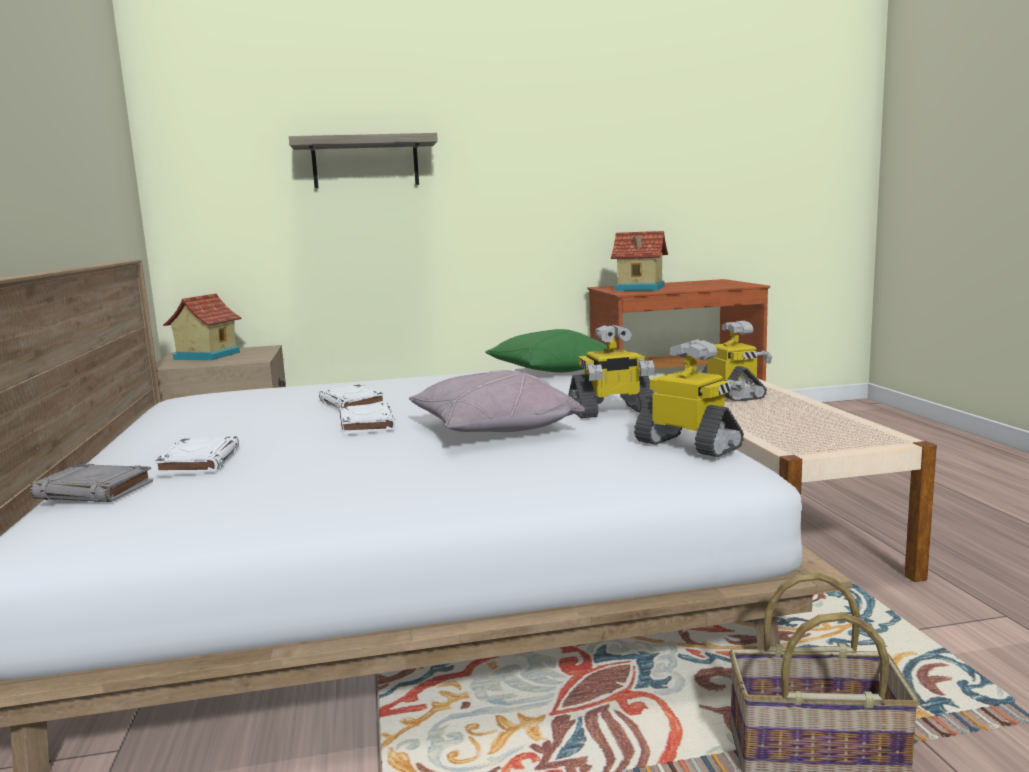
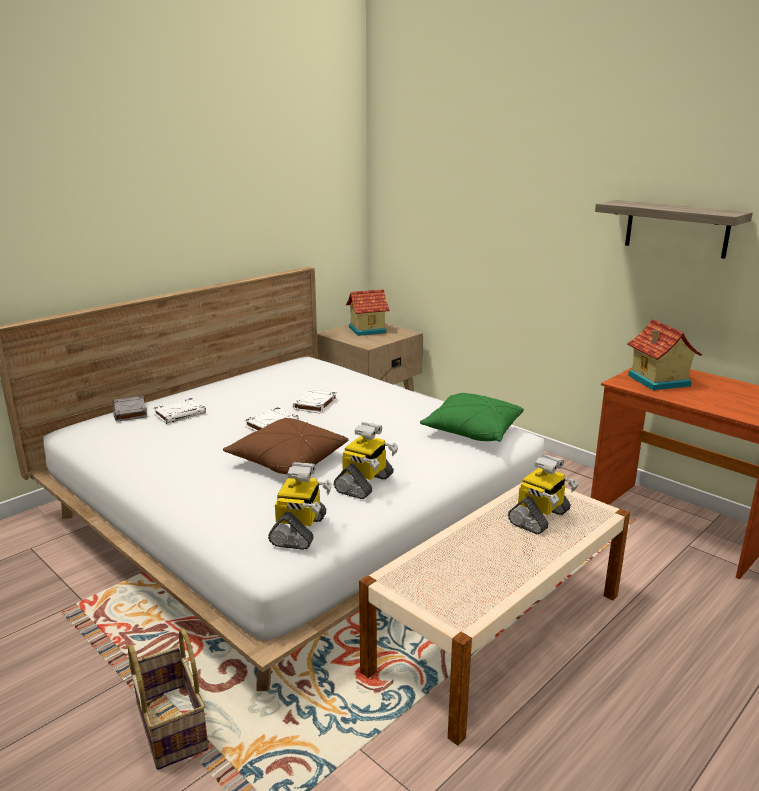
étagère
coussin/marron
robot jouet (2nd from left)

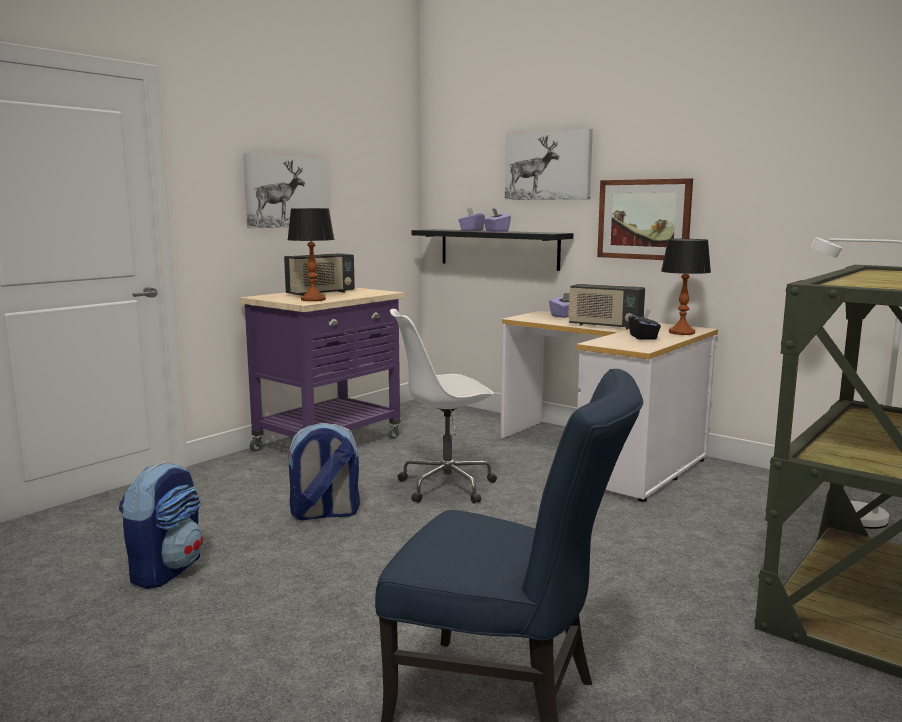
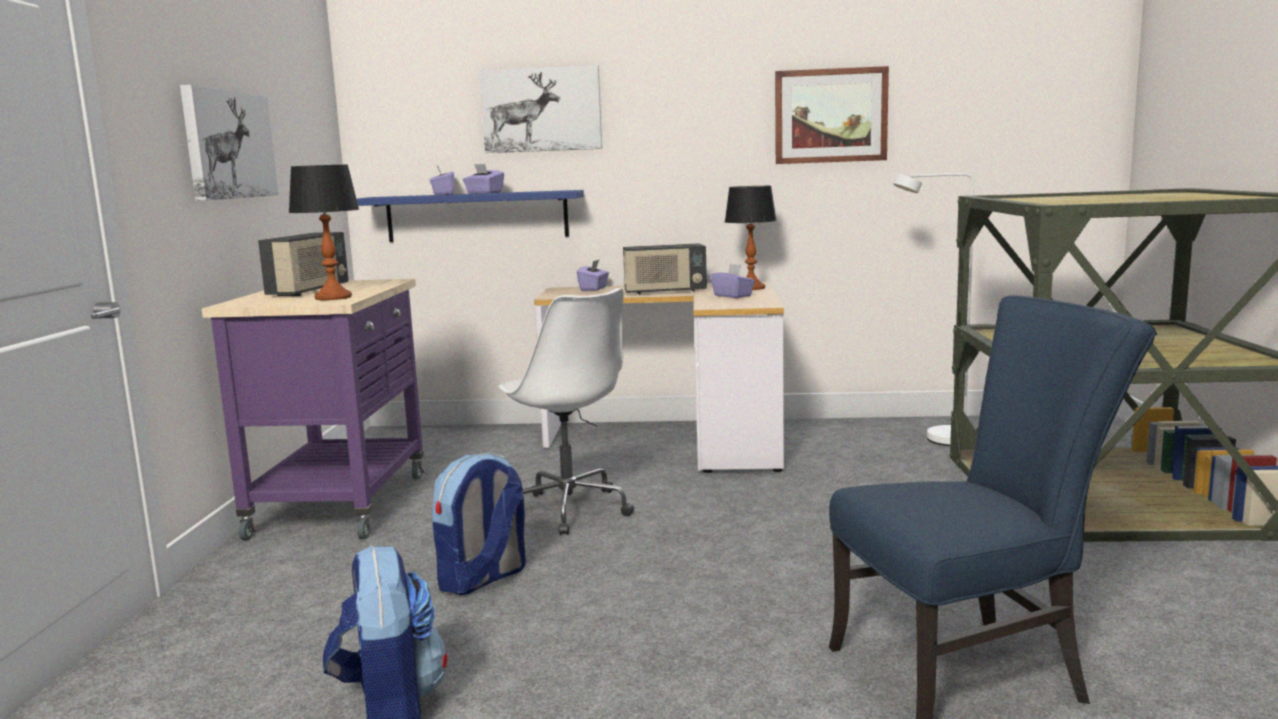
chaise de bureau/blanc
étagère/bleu
tableau (3rd from left)
boîte à mouchoirs/violet (4th from left)

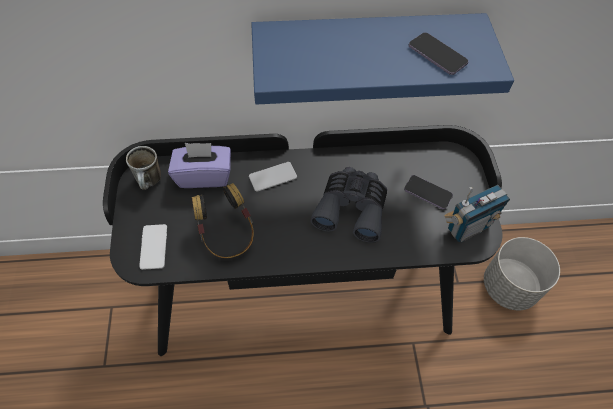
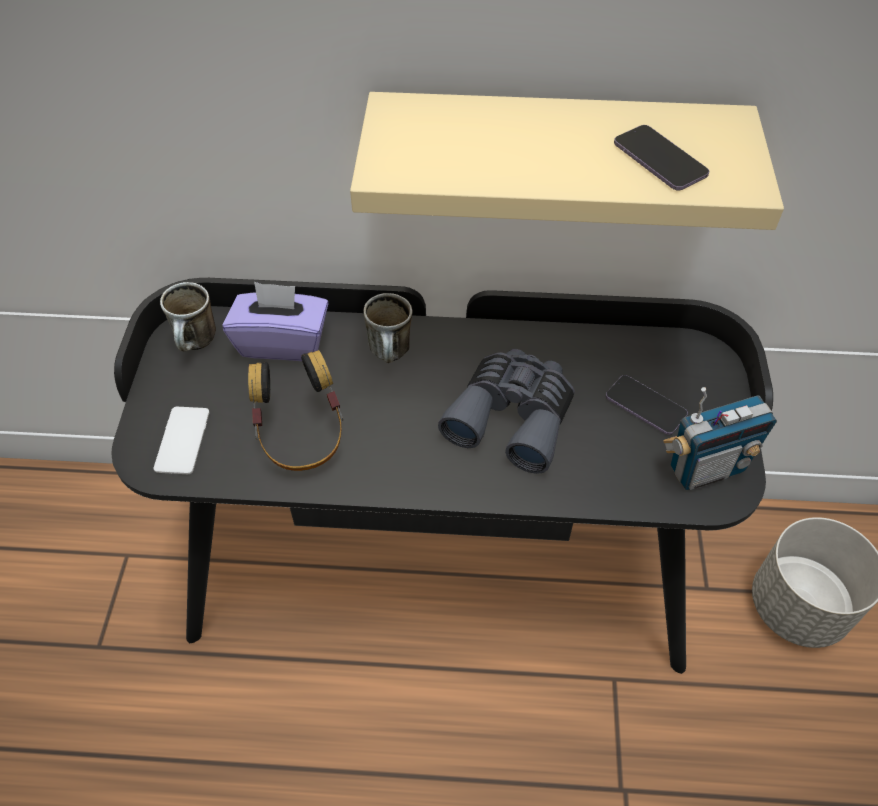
mug (2nd from left)
étagère/beige

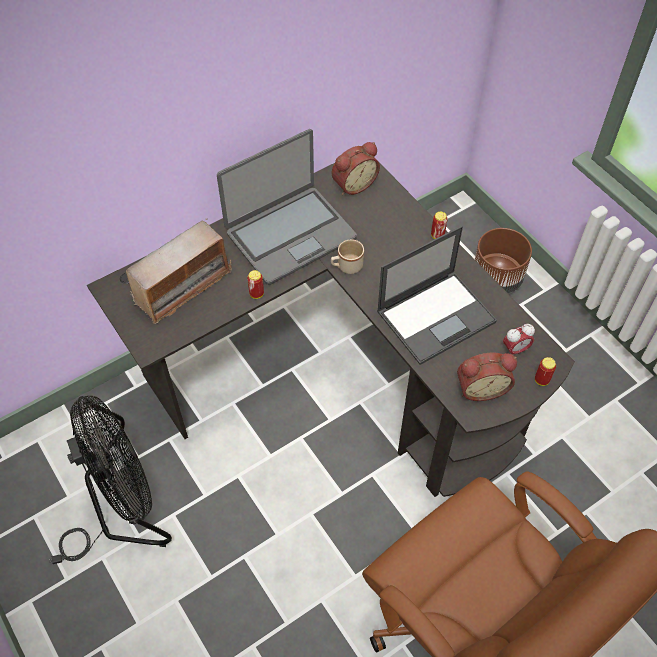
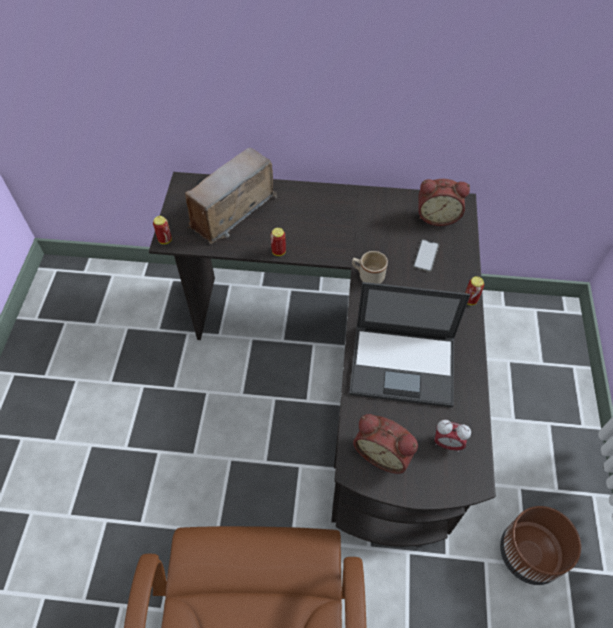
ventilateur/noir
radio
ordinateur portable (1st from left in the first image)
cache-pot/marron
boîte métallique (1st from left)
téléphone

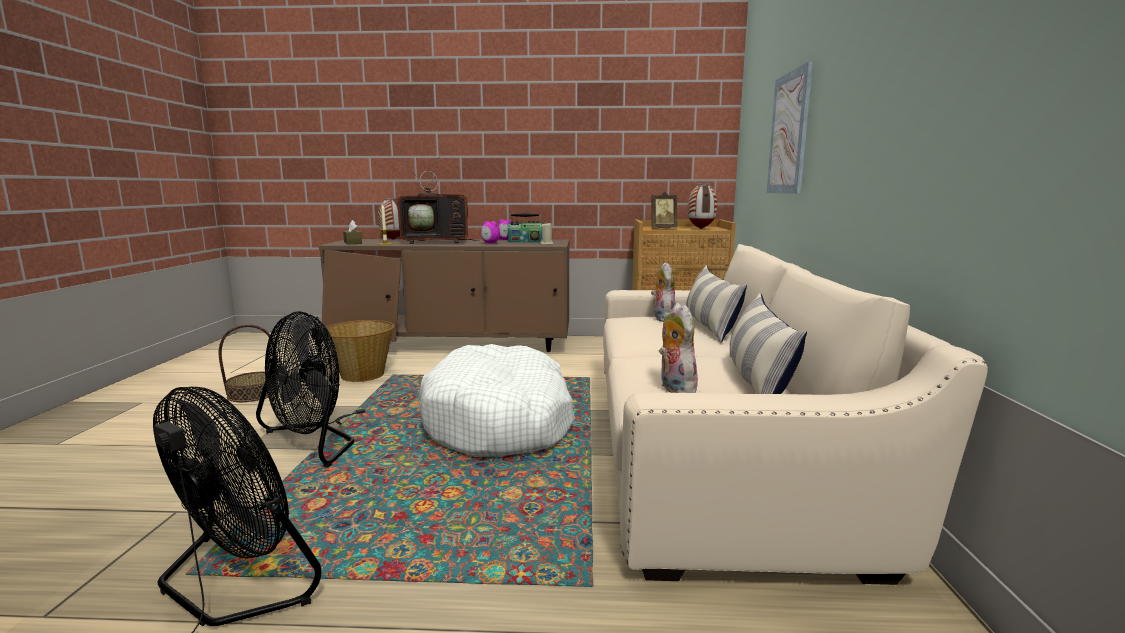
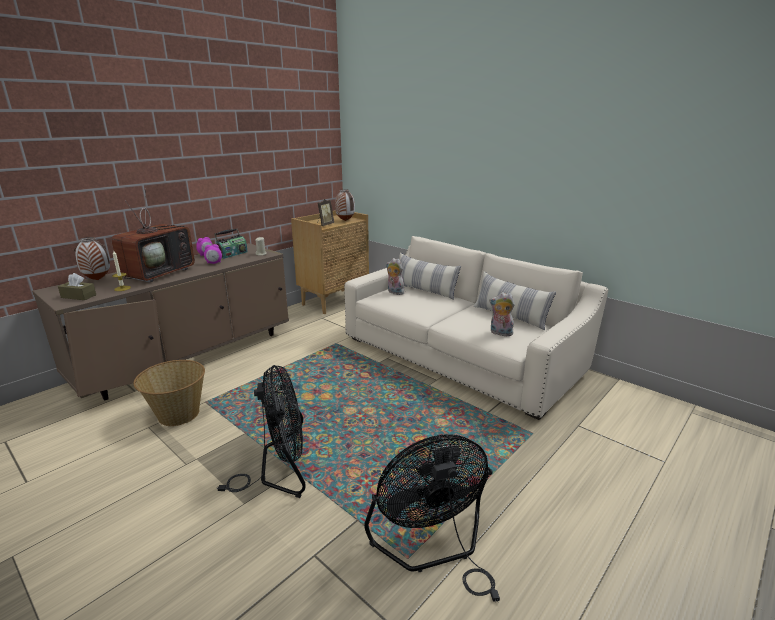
panier (1st from left in the first image)
ventilateur/noir (1st from left)
panier pour chien/blanc
tableau

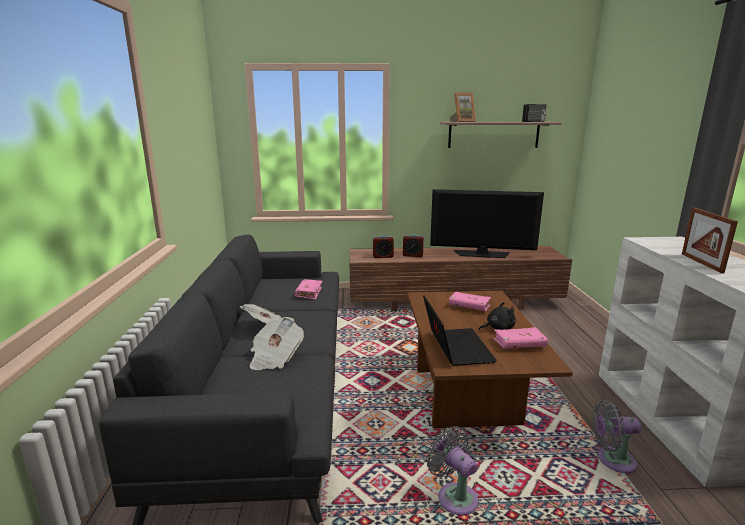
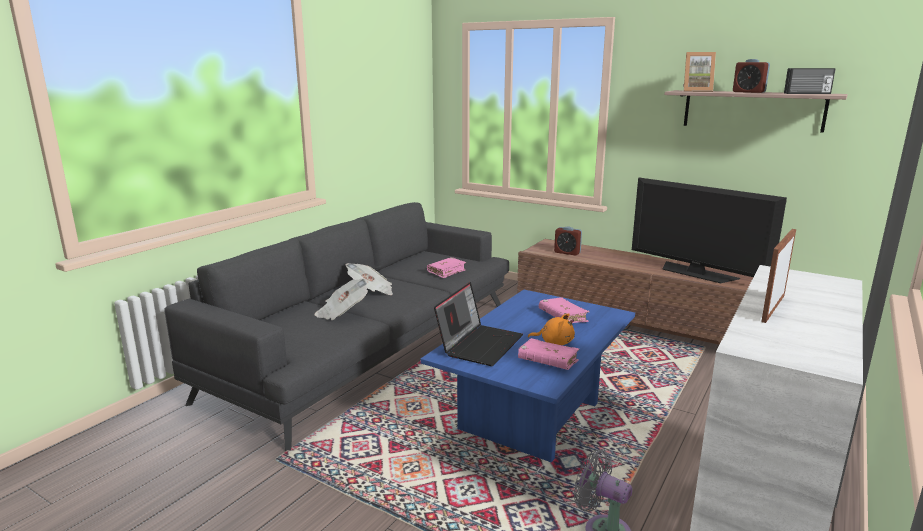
réveil (2nd from left)
table basse/bleu
ventilateur/gris (1st from left in the first image)
peluche/orange

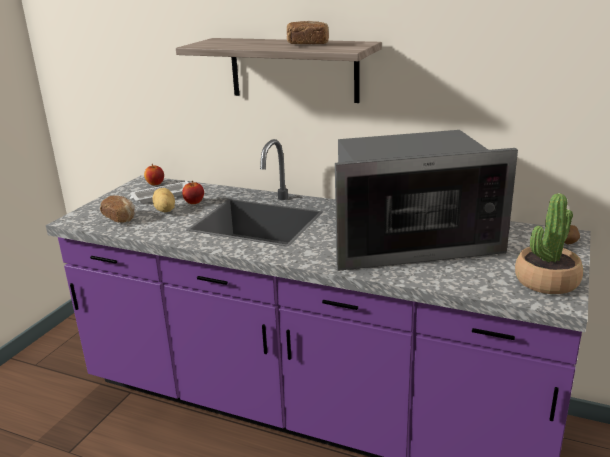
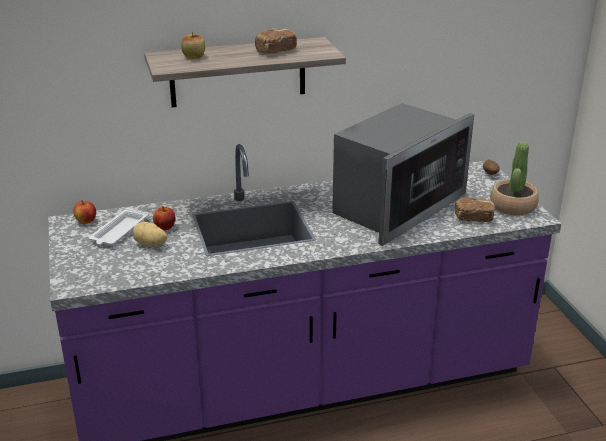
pain (2nd from left)
pomme (3rd from left)

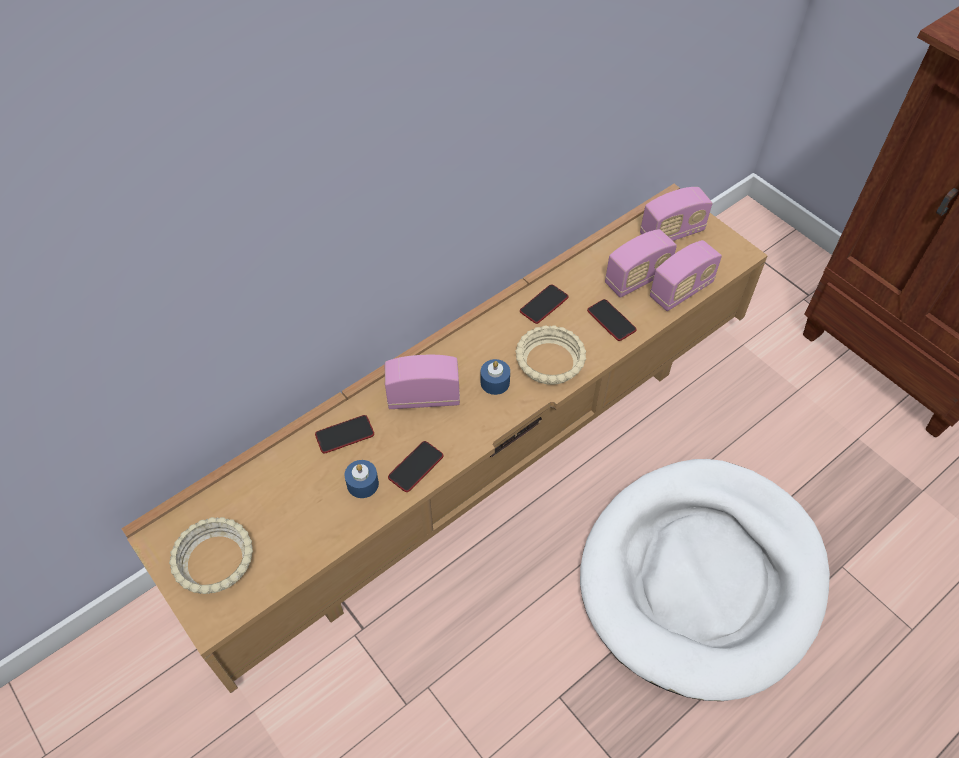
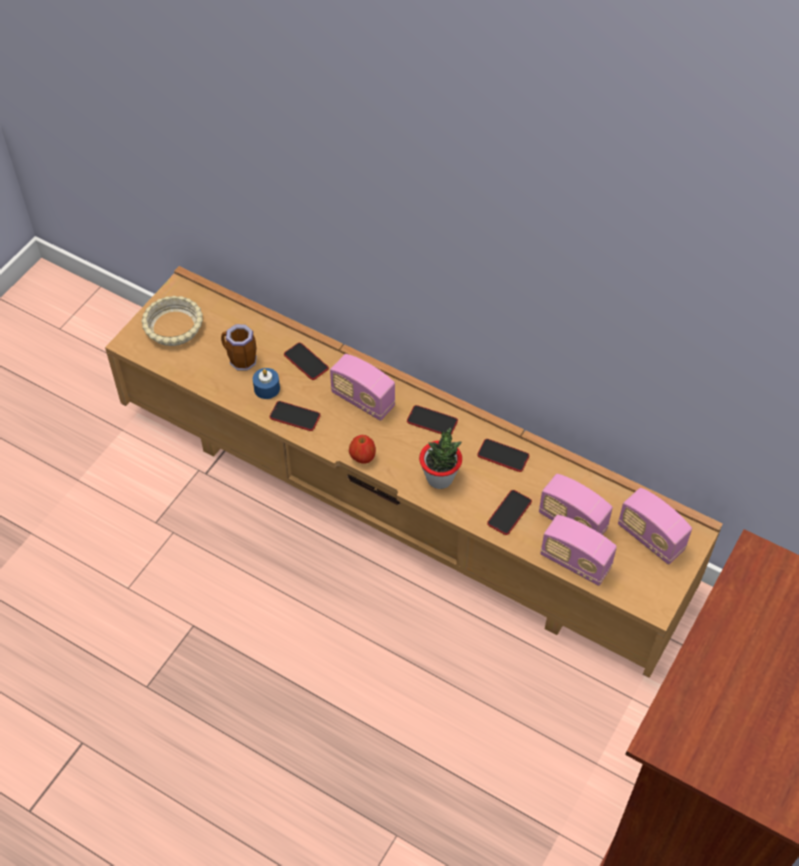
radio (1st from left)
bougie/bleu (2nd from left in the first image)
plante en pot
panier pour chien/blanc
mug
pomme
téléphone (3rd from left)

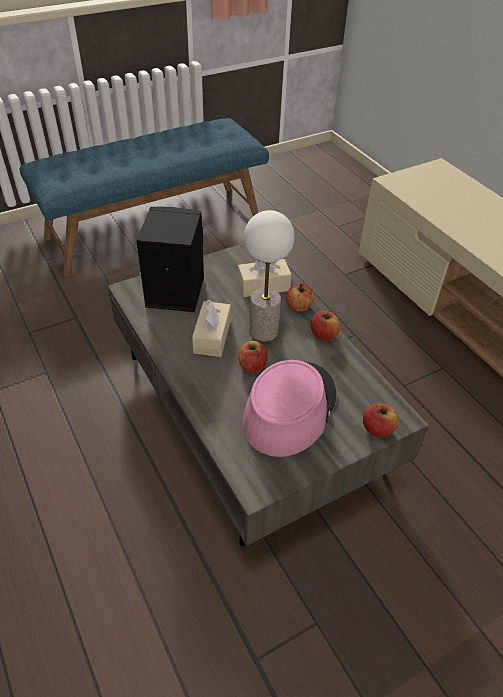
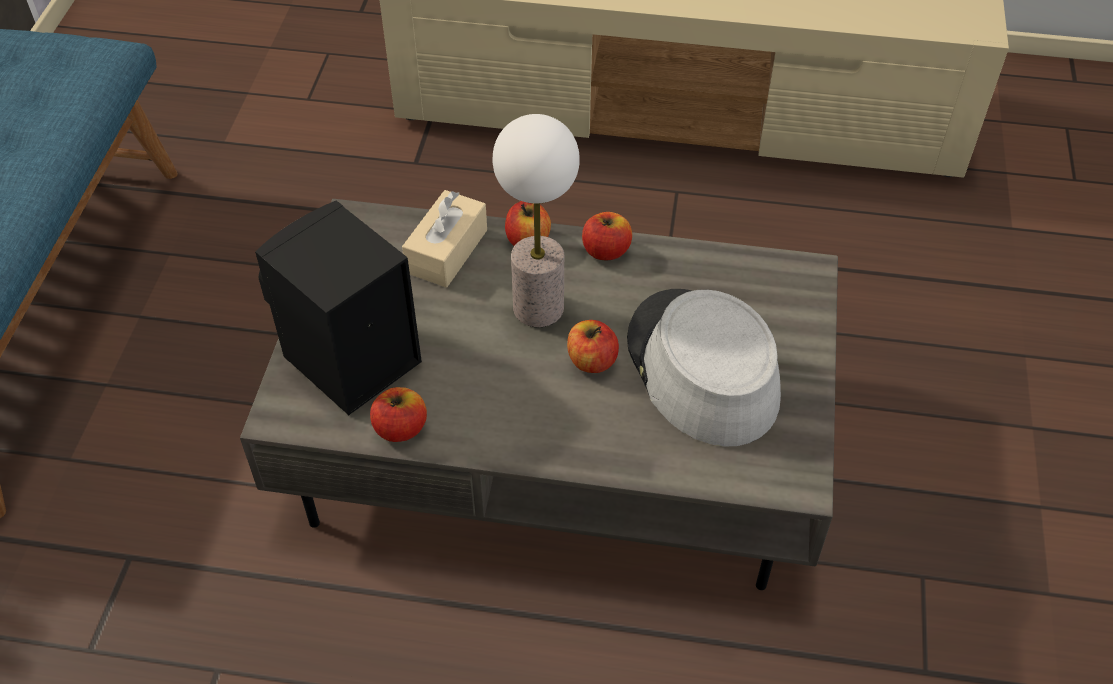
boîte à mouchoirs/beige (1st from left in the first image)
chapeau/gris
pomme (1st from left)

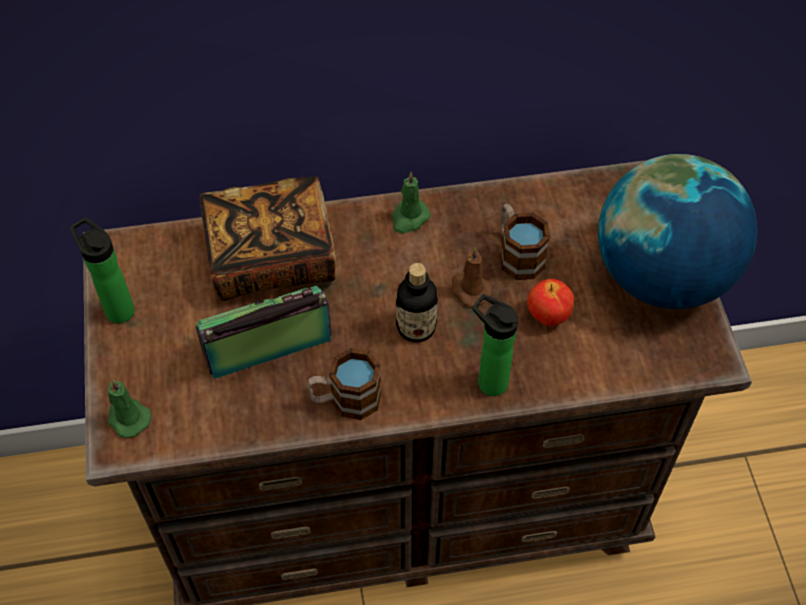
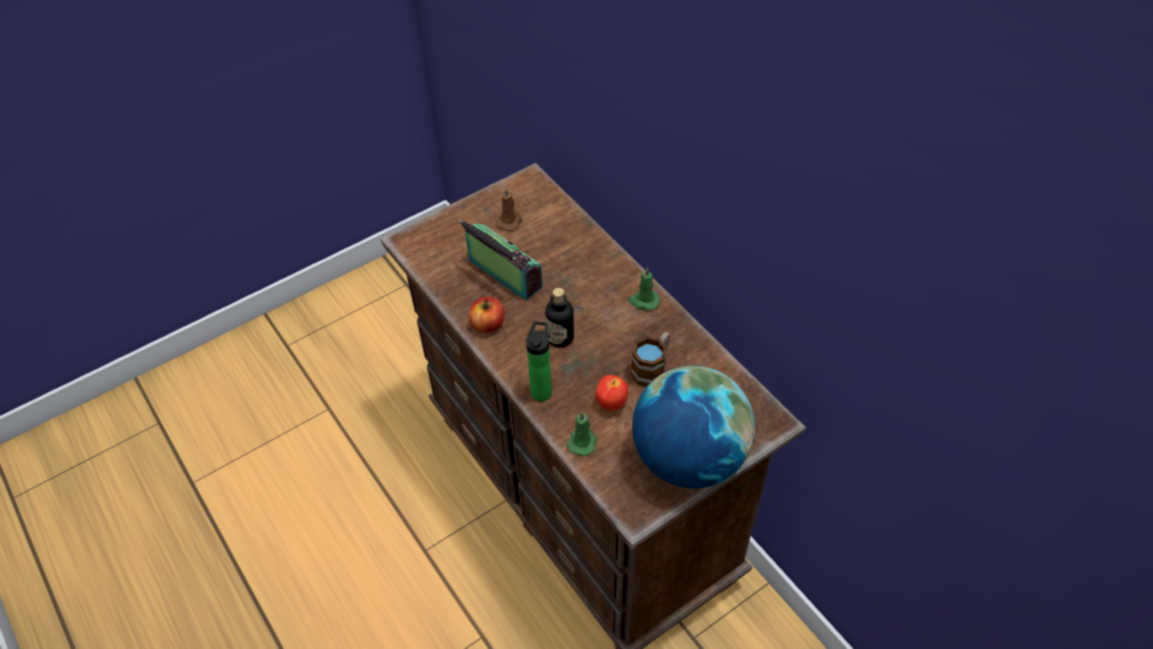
bouteille (1st from left in the first image)
bougie/vert (1st from left)
livre
pomme (1st from left)
bougie/marron

